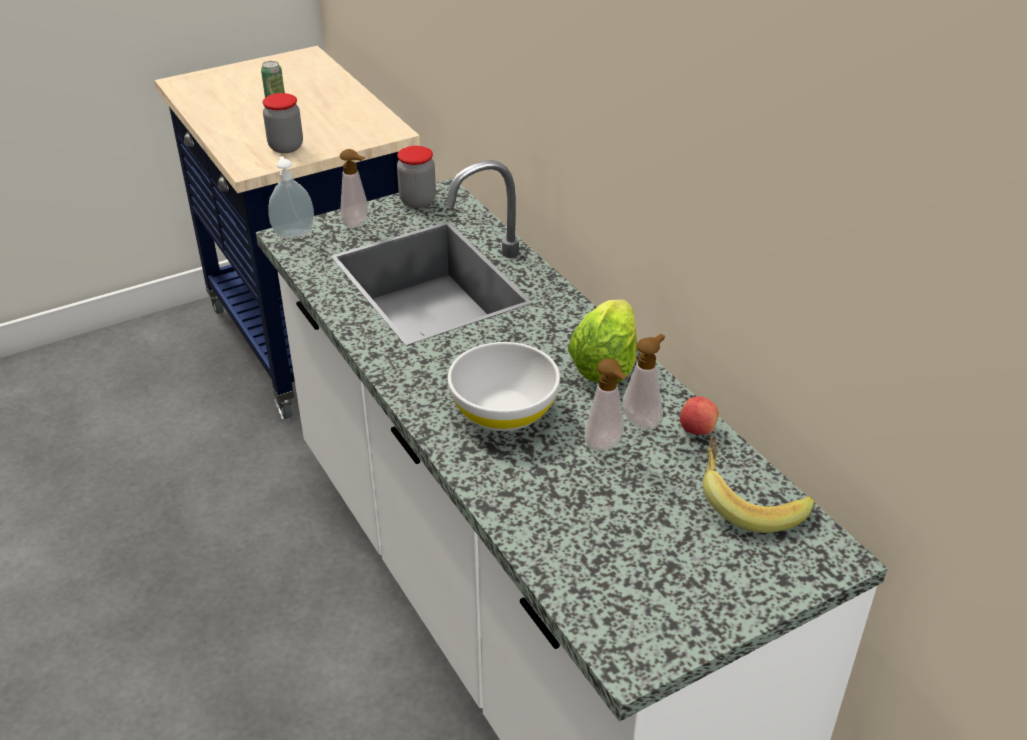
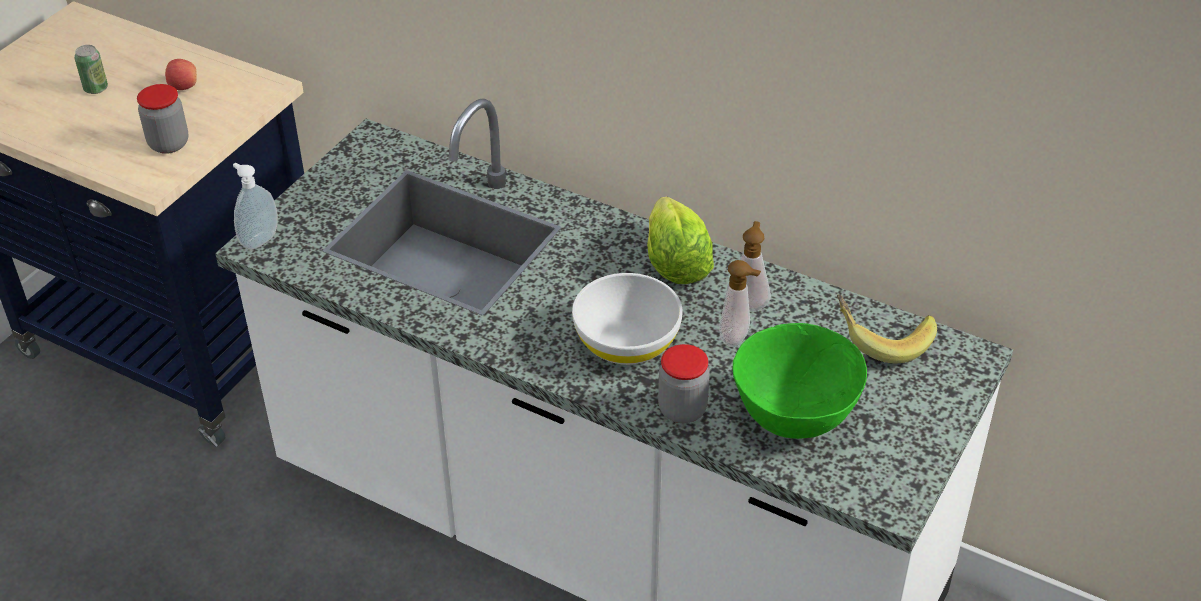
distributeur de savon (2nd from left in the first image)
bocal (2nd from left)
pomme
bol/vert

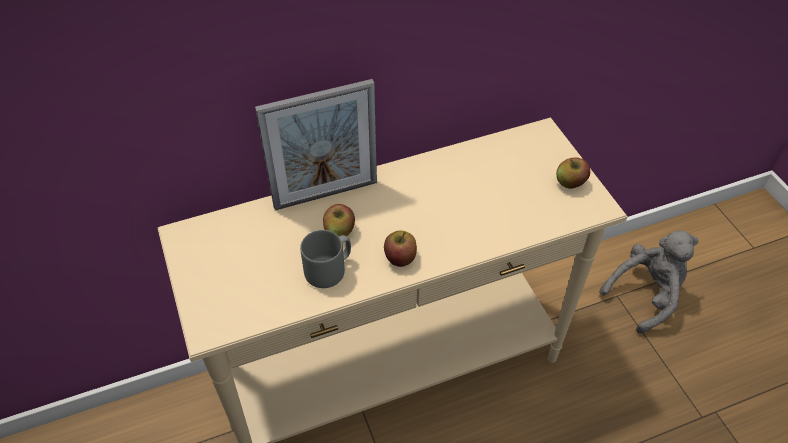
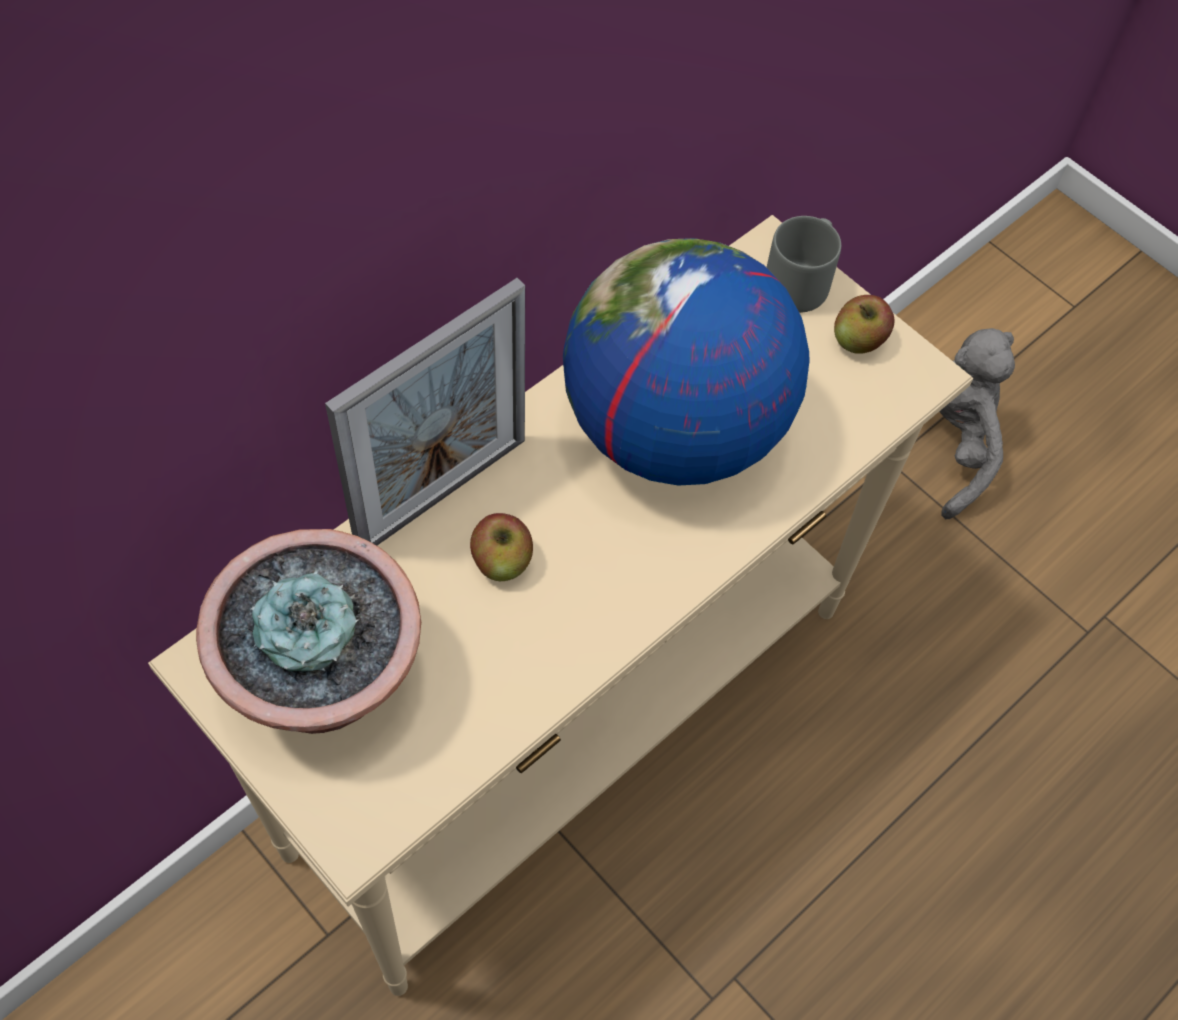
mug/gris
pomme (2nd from left in the first image)
plante en pot
globe

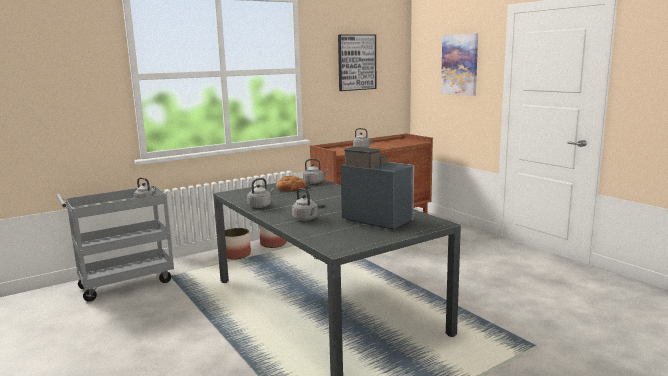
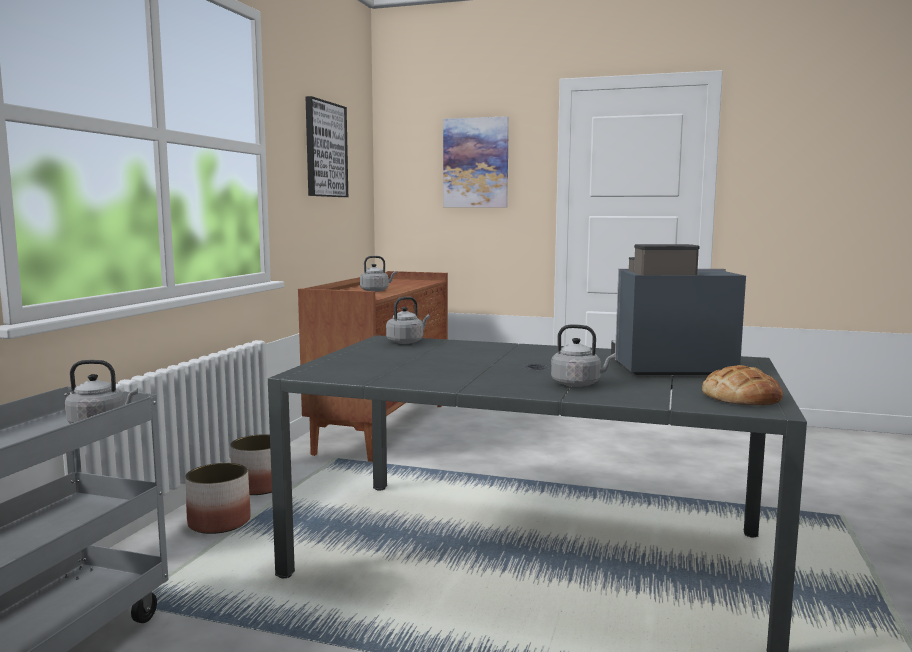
bouilloire/gris (2nd from left in the first image)
pain

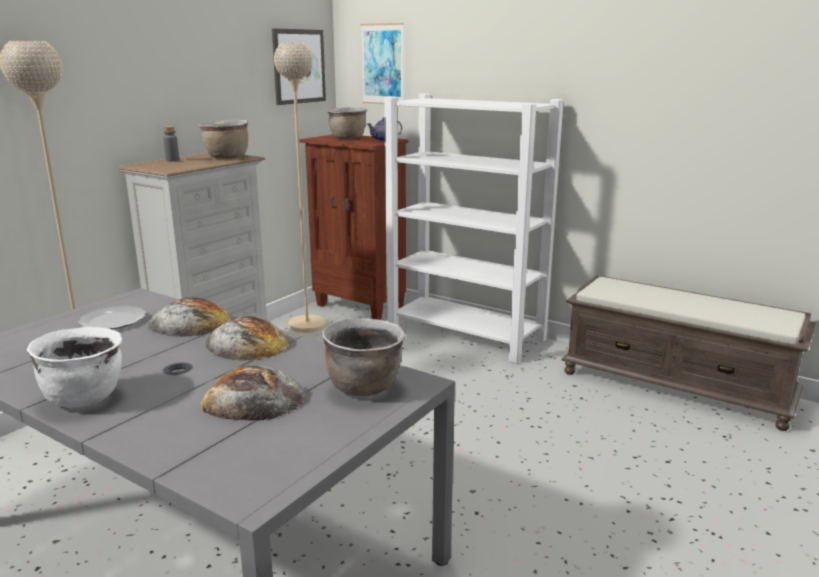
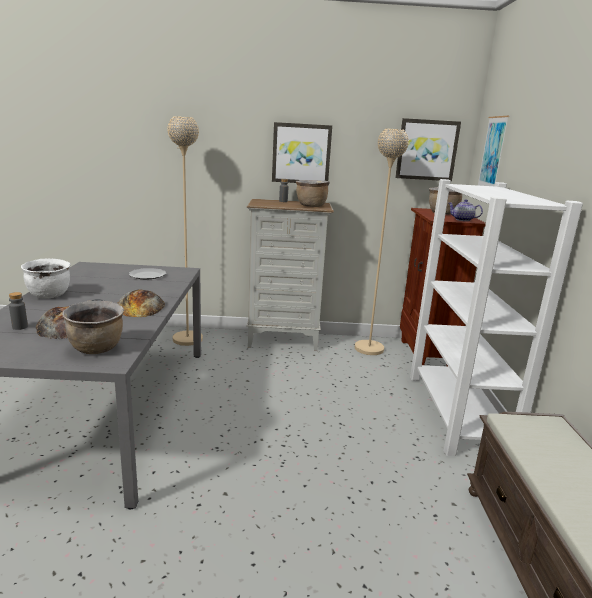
pain (1st from left in the first image)
bouteille/gris (1st from left)
tableau (1st from left)

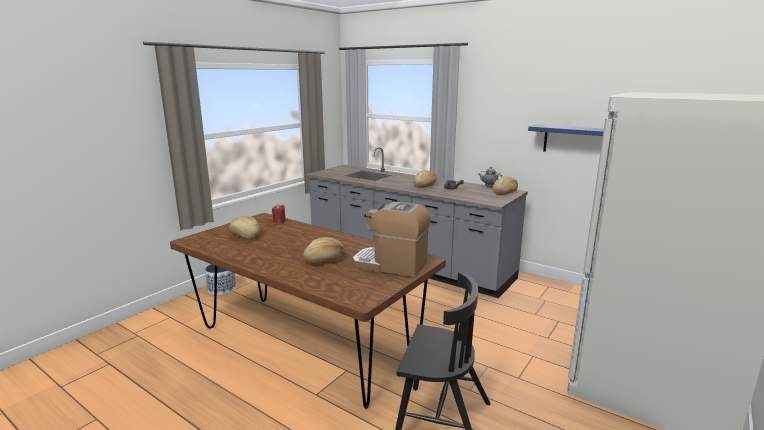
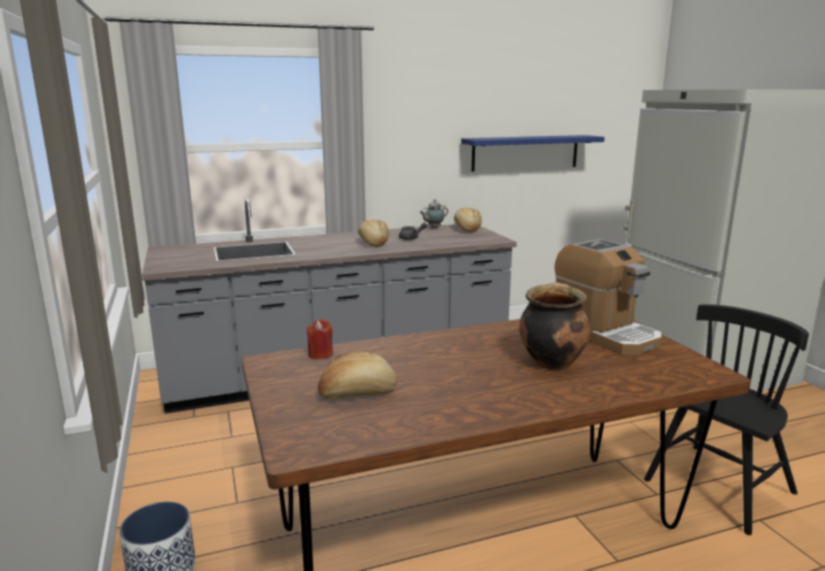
marmite
machine à café

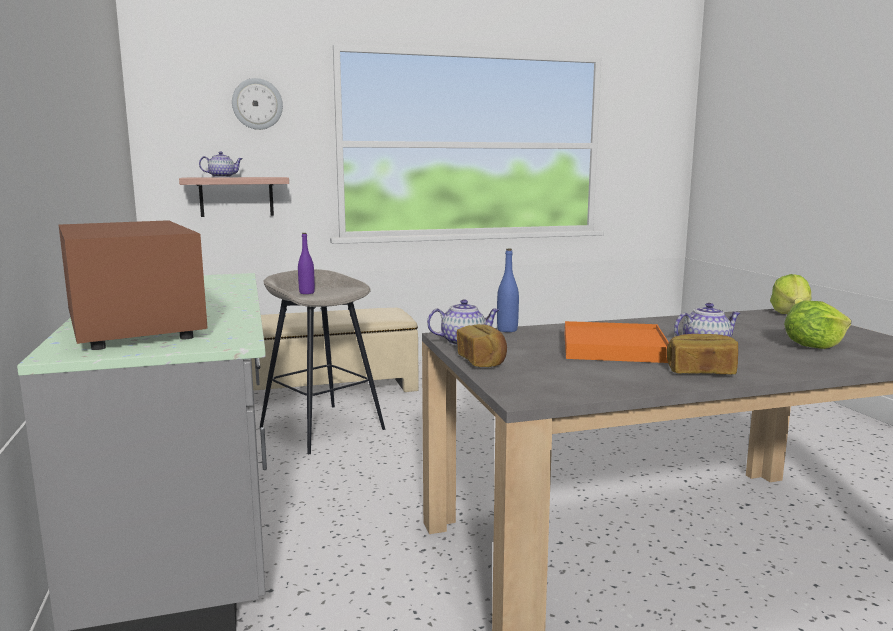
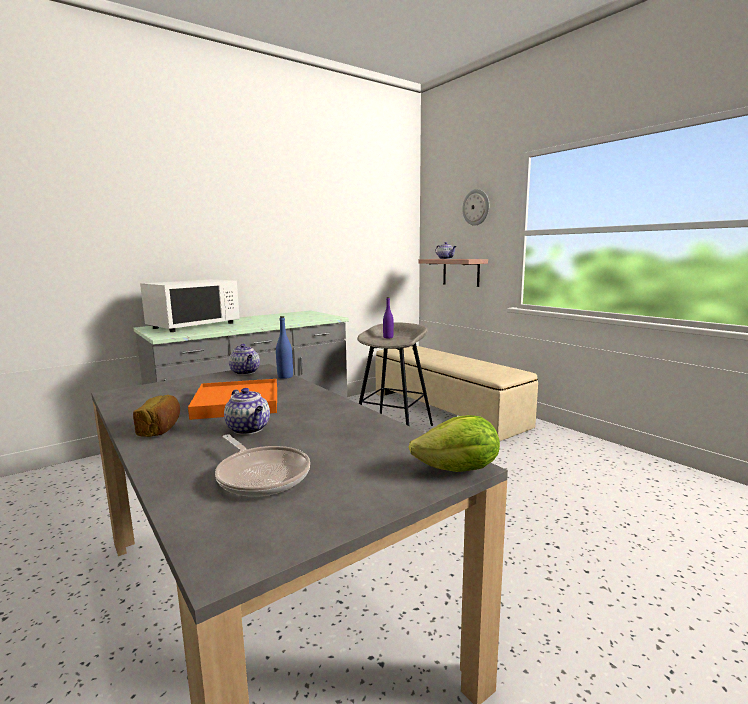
micro-ondes/blanc
pain (1st from left in the first image)
poêle

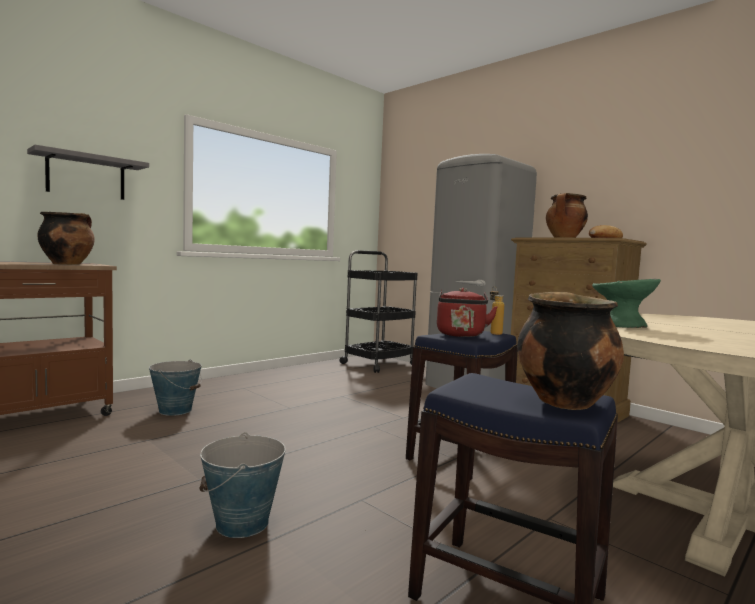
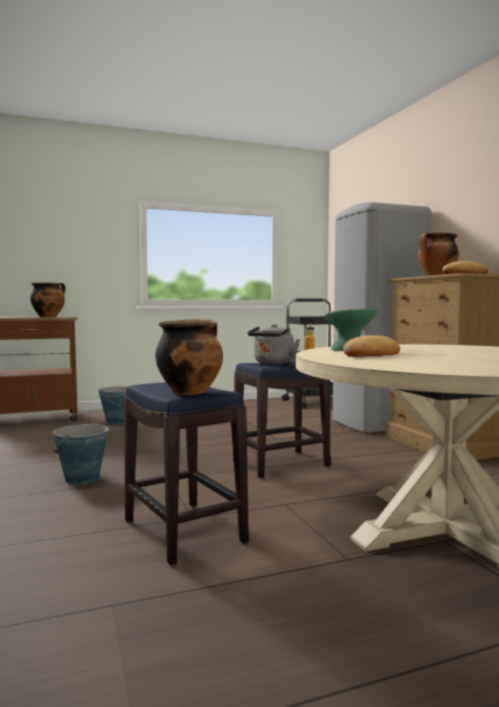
étagère/gris
bouilloire/gris
pain (1st from left)

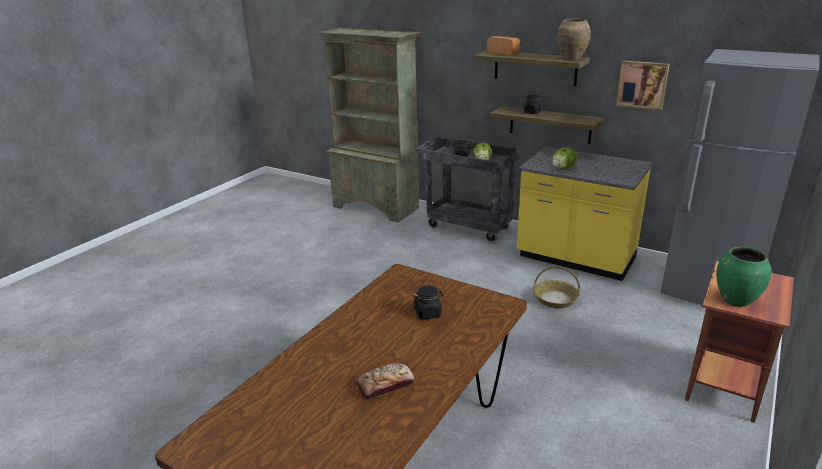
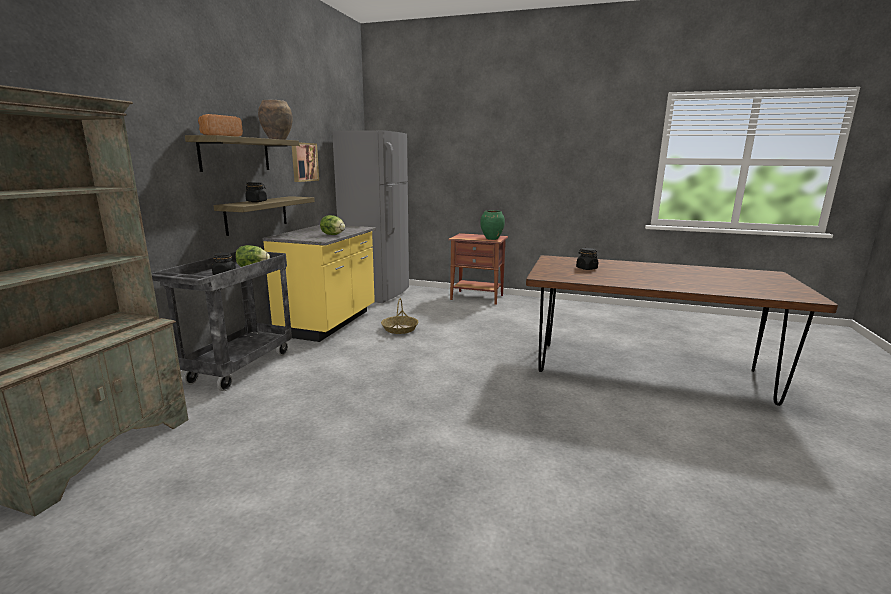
pain (1st from left in the first image)

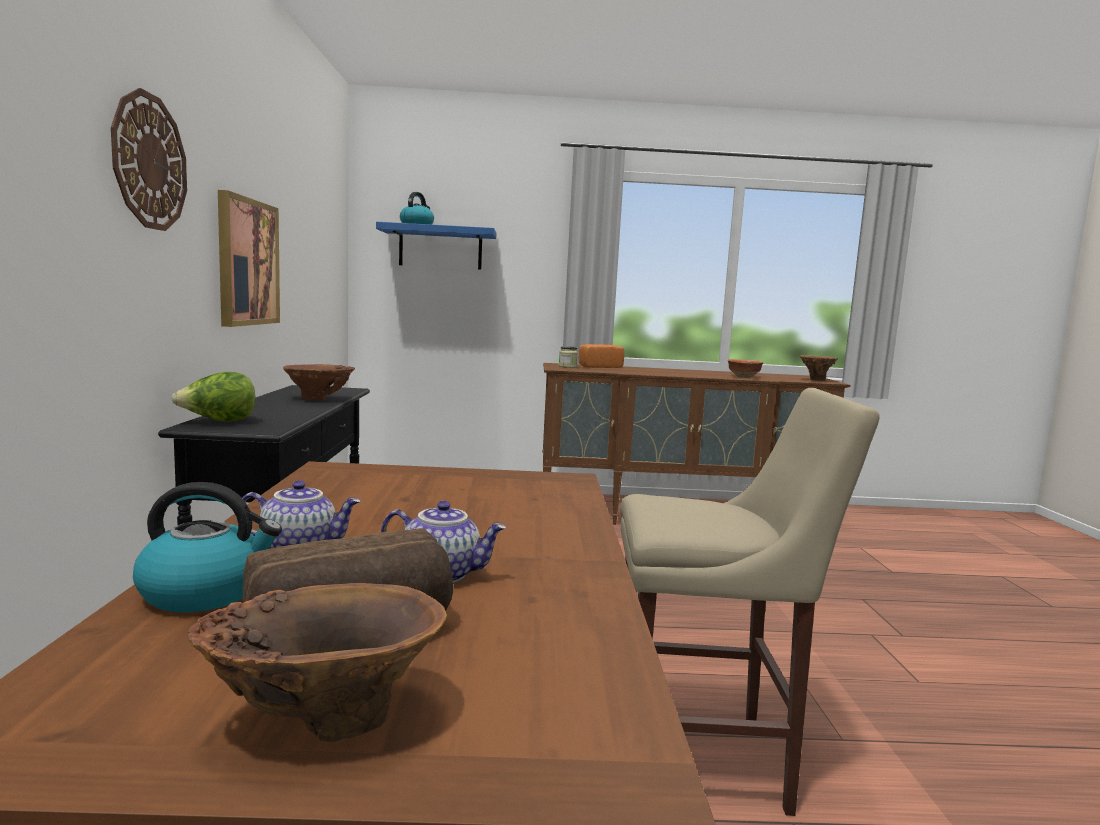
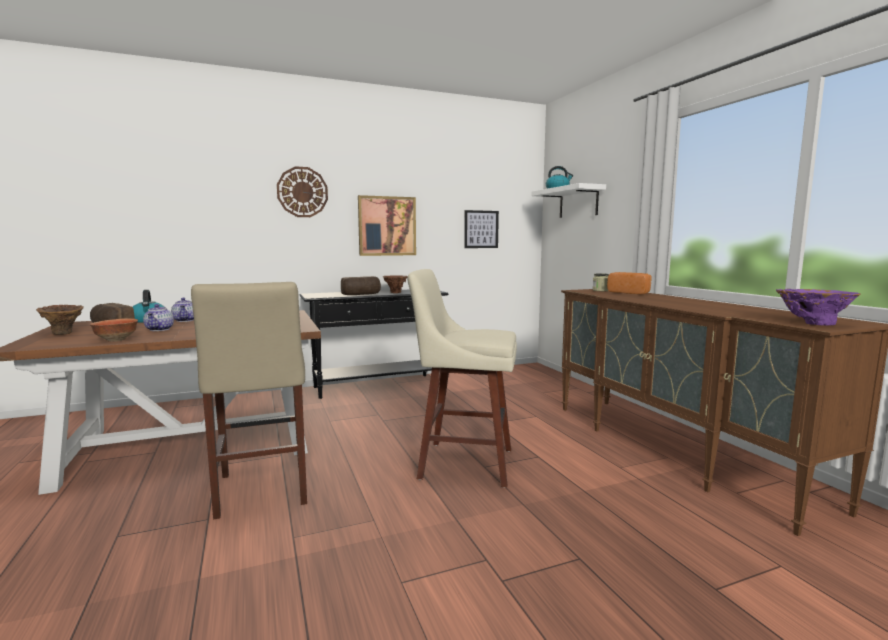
laitue
étagère/blanc
bol
vase/violet
pain (2nd from left)
tabouret/beige (2nd from left)
tableau (2nd from left)

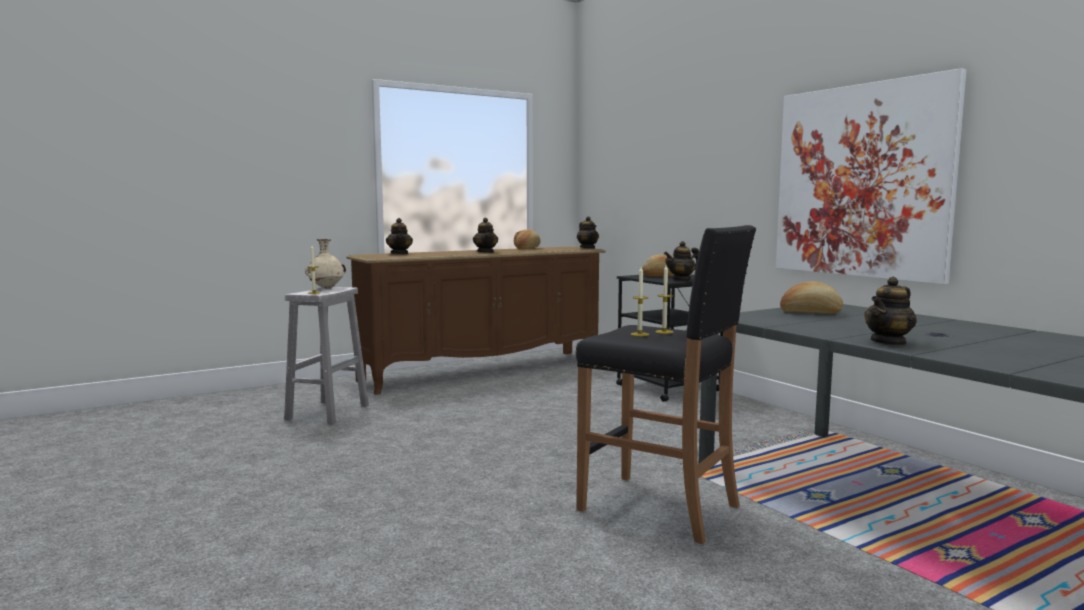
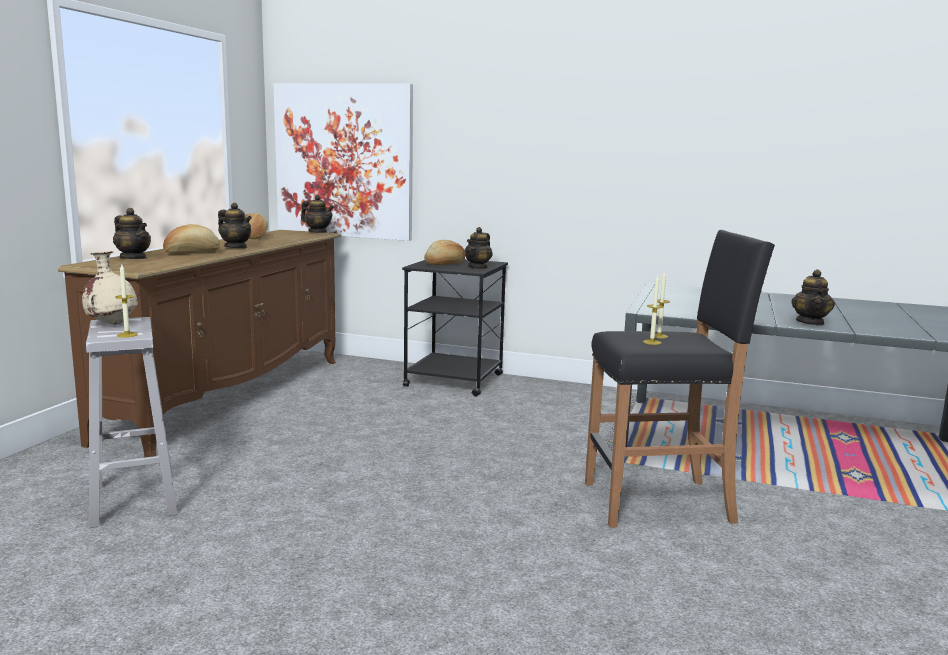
tableau
pain (1st from left)

